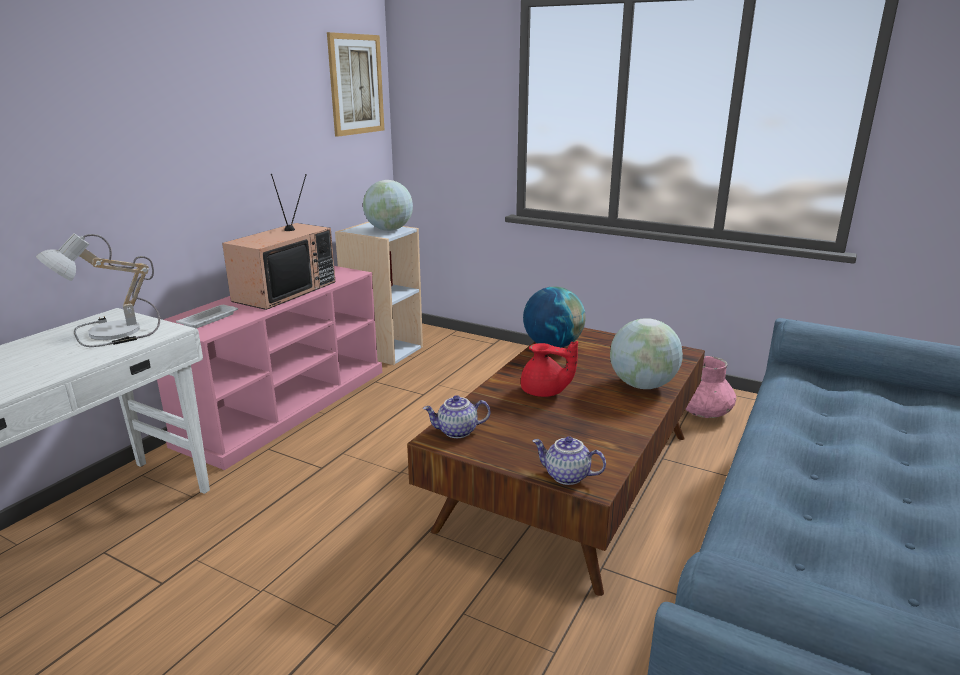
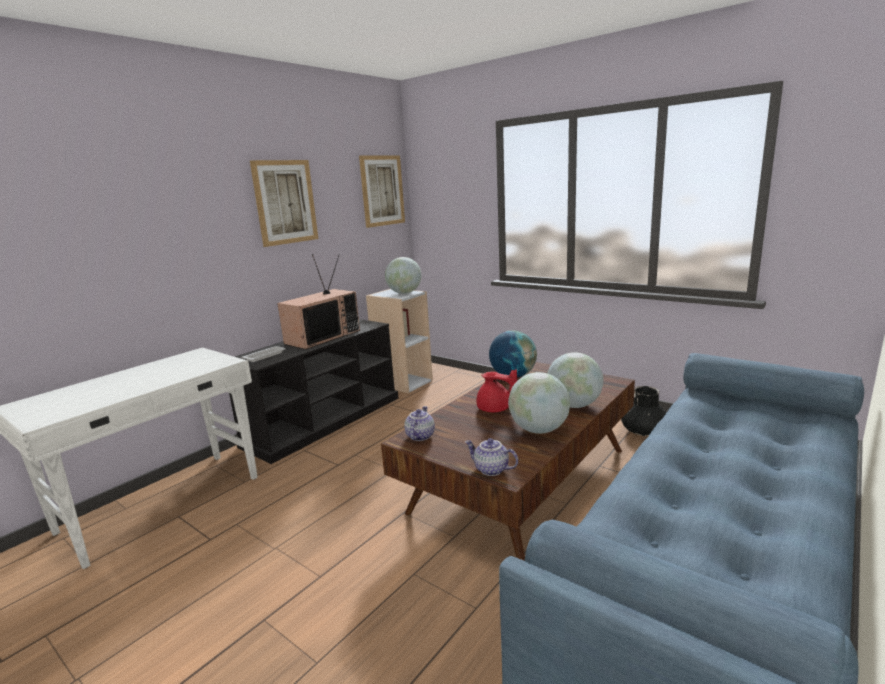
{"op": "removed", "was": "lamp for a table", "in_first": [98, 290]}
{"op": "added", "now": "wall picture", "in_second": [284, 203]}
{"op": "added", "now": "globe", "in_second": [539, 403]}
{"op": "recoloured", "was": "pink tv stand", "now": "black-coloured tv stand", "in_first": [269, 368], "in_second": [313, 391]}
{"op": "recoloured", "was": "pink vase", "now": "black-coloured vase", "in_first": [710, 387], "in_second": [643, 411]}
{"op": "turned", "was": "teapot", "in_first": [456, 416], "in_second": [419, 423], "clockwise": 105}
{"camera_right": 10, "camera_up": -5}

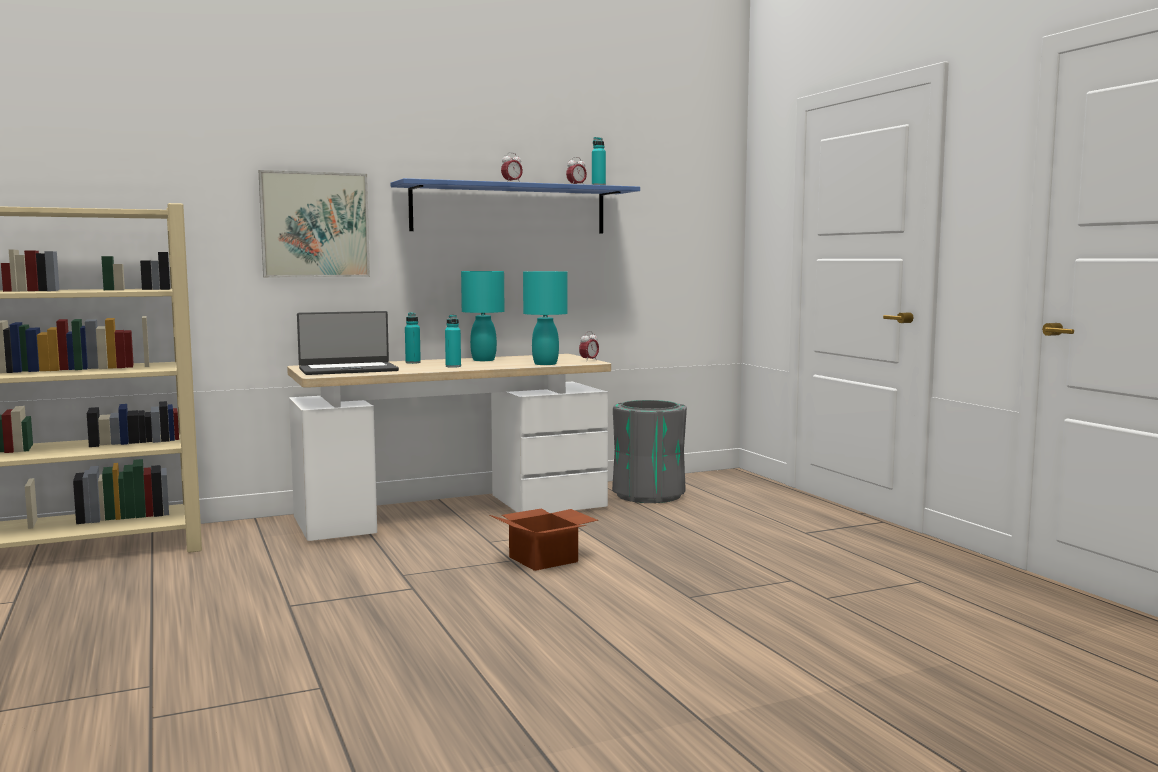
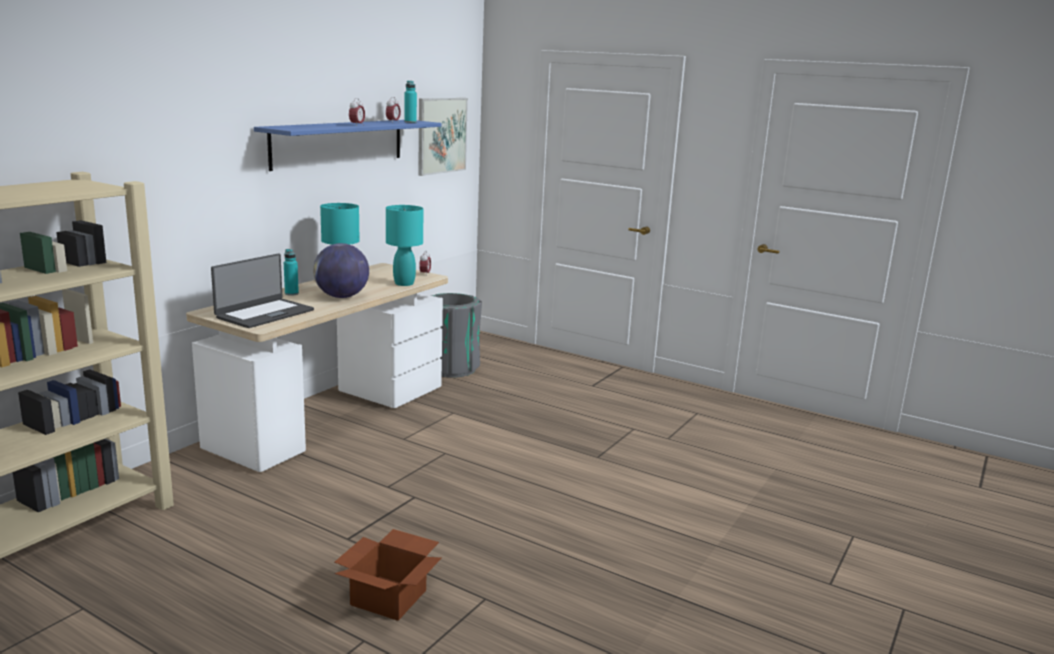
{"op": "moved", "was": "wall picture", "in_first": [314, 224], "in_second": [443, 137]}
{"op": "moved", "was": "carton", "in_first": [544, 539], "in_second": [388, 575]}
{"op": "replaced", "was": "blue-green beverage bottle", "now": "globe", "in_first": [453, 341], "in_second": [341, 270]}
{"camera_right": -35, "camera_up": 10}

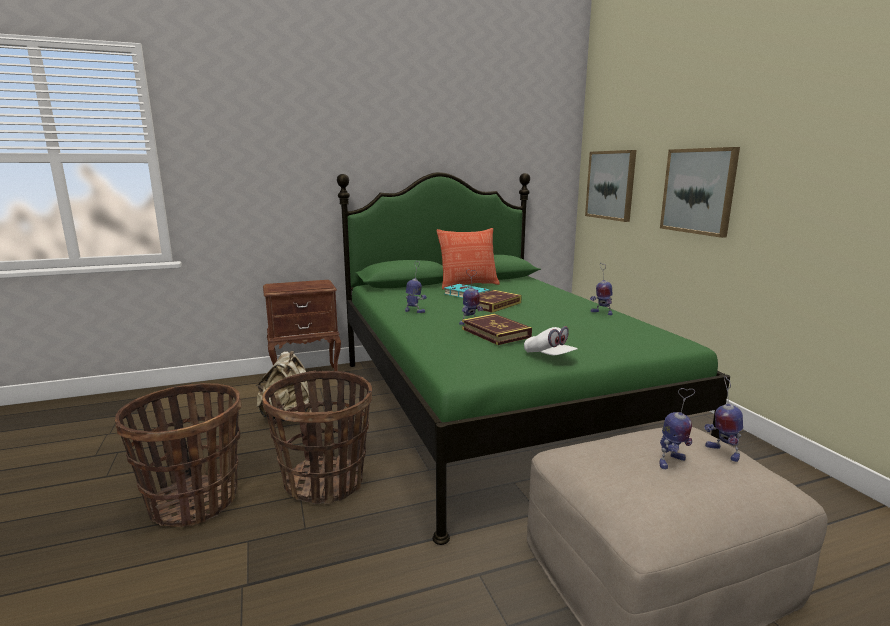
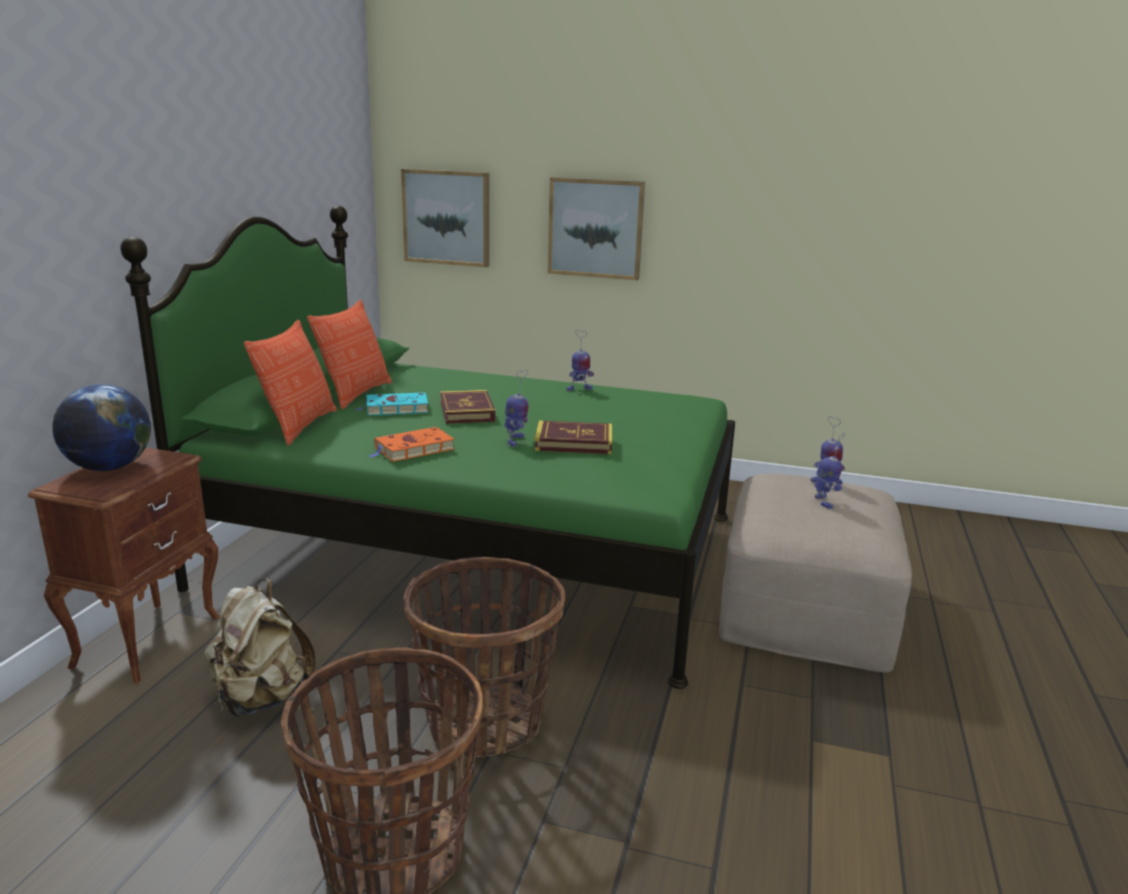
{"op": "removed", "was": "white-coloured baseball cap", "in_first": [551, 340]}
{"op": "added", "now": "globe", "in_second": [101, 427]}
{"op": "added", "now": "orange pillow", "in_second": [290, 382]}
{"op": "replaced", "was": "toy robot", "now": "orange volume", "in_first": [416, 287], "in_second": [411, 444]}
{"camera_right": -55, "camera_up": 5}

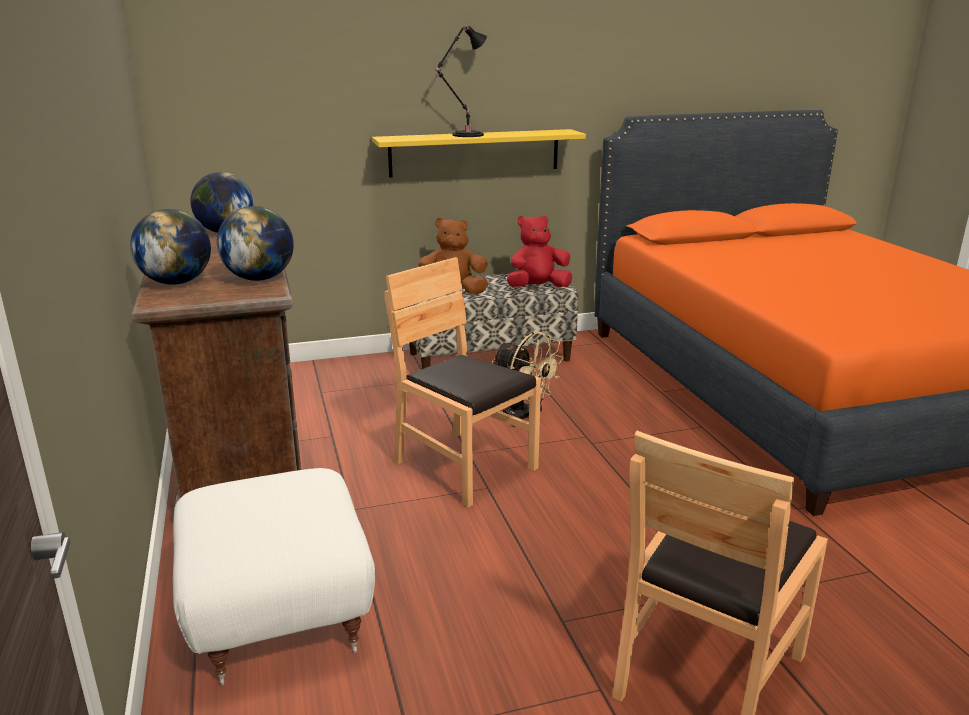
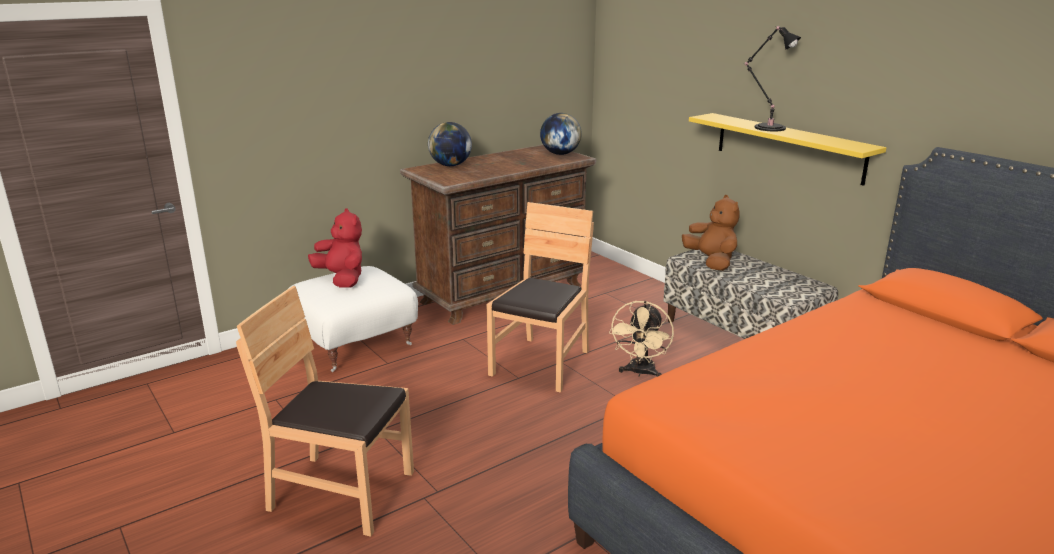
{"op": "removed", "was": "globe", "in_first": [255, 243]}
{"op": "moved", "was": "red-coloured cuddly toy", "in_first": [539, 251], "in_second": [335, 248]}
{"camera_right": 70, "camera_up": 0}

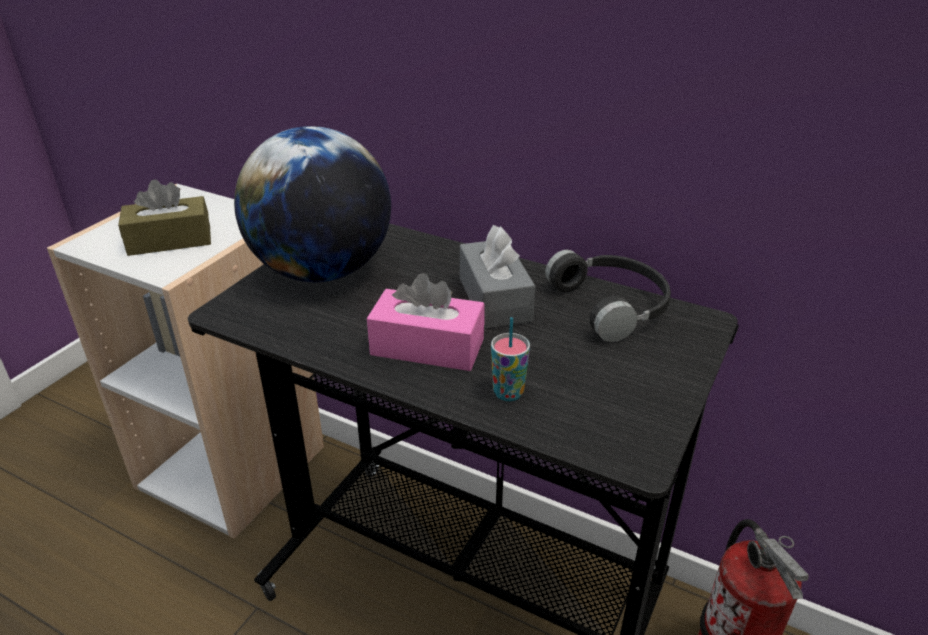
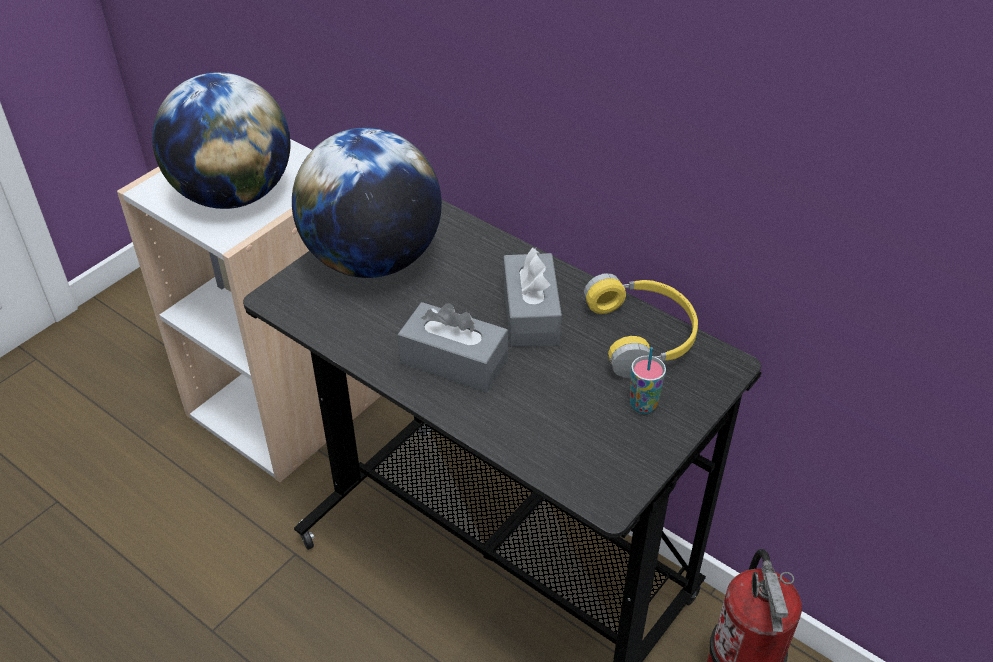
{"op": "moved", "was": "small cup", "in_first": [510, 359], "in_second": [648, 380]}
{"op": "replaced", "was": "brown-coloured tissue box", "now": "globe", "in_first": [164, 217], "in_second": [221, 140]}
{"op": "recoloured", "was": "pink tissue box", "now": "grey tissue box", "in_first": [425, 322], "in_second": [453, 347]}
{"op": "recoloured", "was": "black-coloured headset", "now": "yellow-coloured headset", "in_first": [608, 296], "in_second": [641, 325]}
{"camera_right": 10, "camera_up": 10}

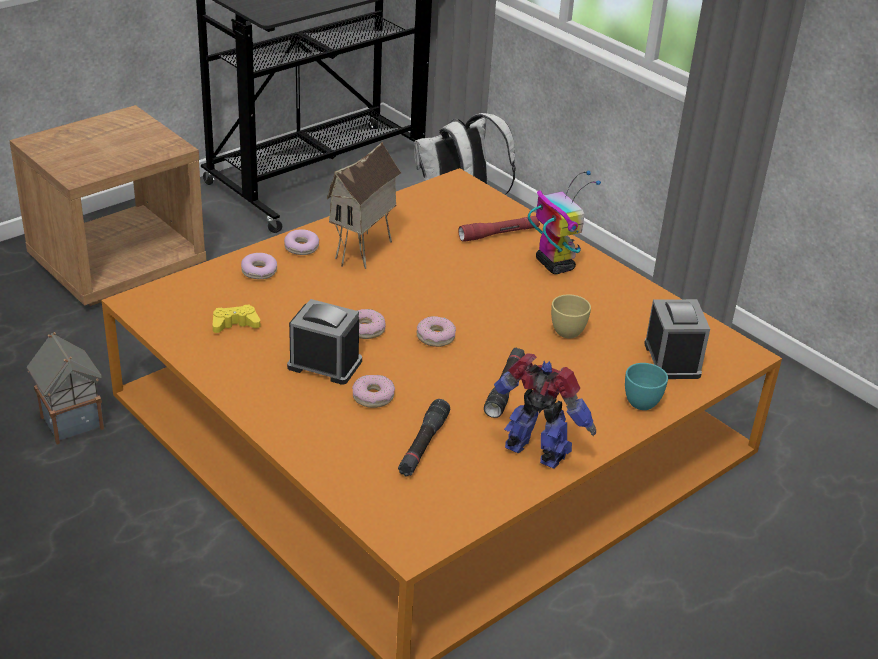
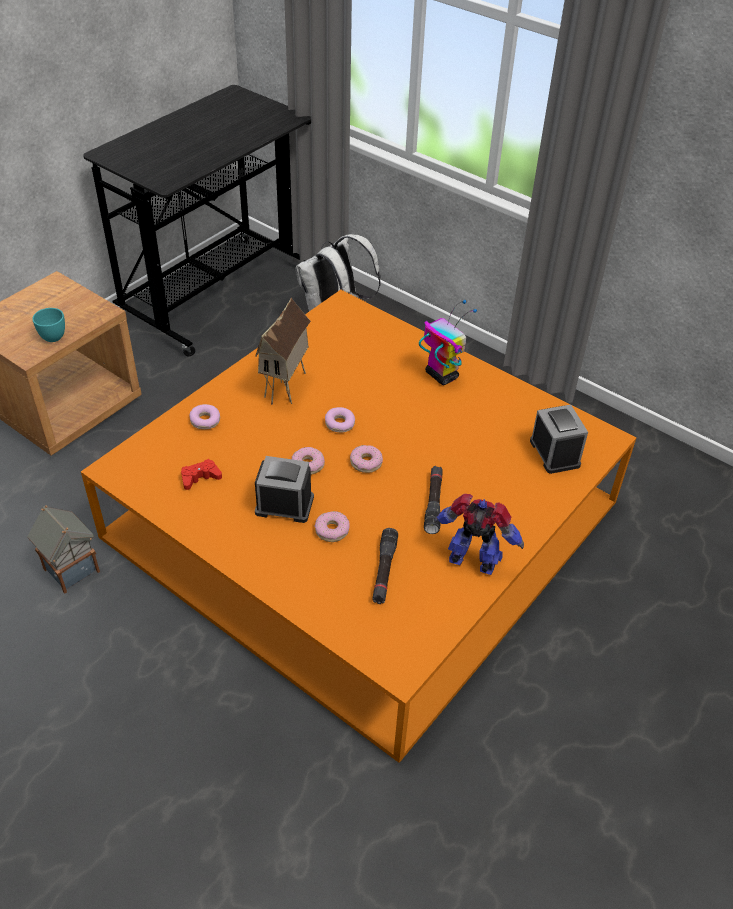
{"op": "removed", "was": "red-coloured torch", "in_first": [499, 229]}
{"op": "removed", "was": "yellow-coloured small cup", "in_first": [571, 316]}
{"op": "moved", "was": "donut", "in_first": [301, 242], "in_second": [340, 419]}
{"op": "moved", "was": "blue-green small cup", "in_first": [646, 386], "in_second": [48, 325]}
{"op": "recoloured", "was": "yellow-coloured joypad", "now": "red-coloured joypad", "in_first": [236, 318], "in_second": [201, 474]}
{"camera_right": -10, "camera_up": 10}

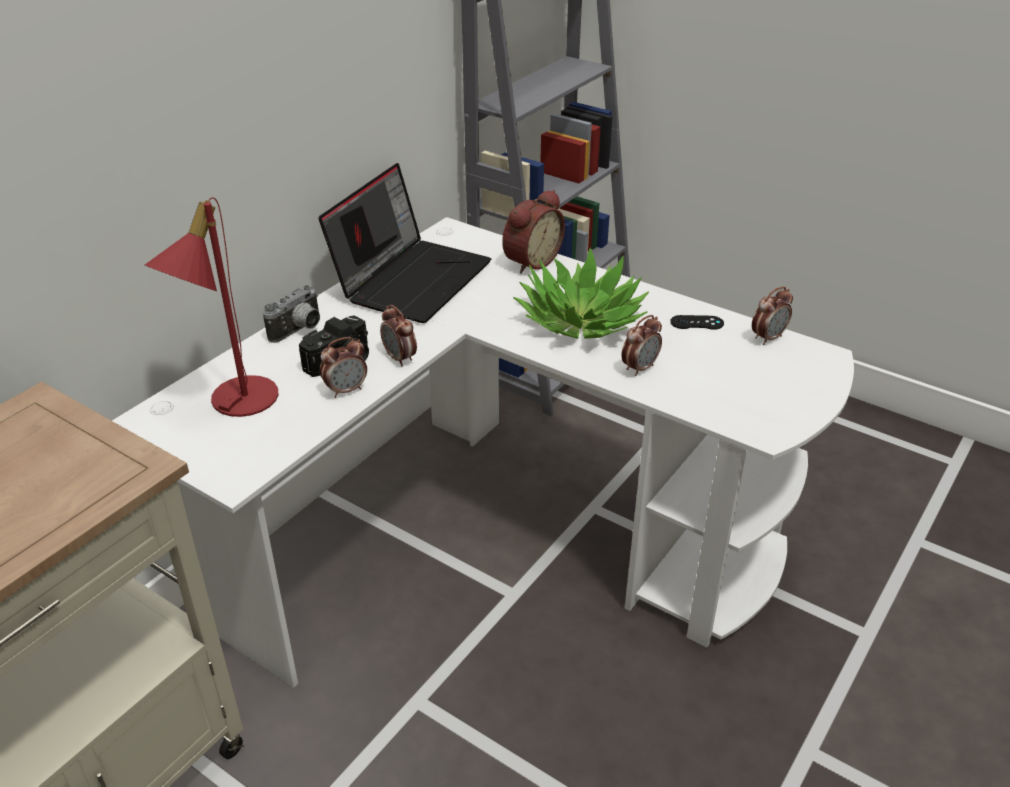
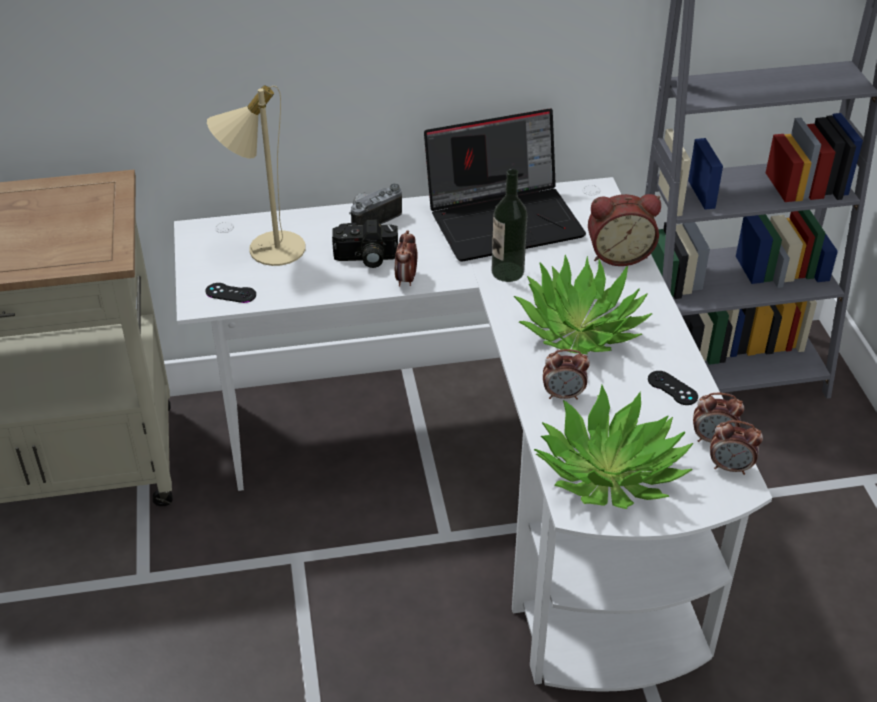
{"op": "added", "now": "black-coloured joypad", "in_second": [231, 293]}
{"op": "added", "now": "beverage bottle", "in_second": [509, 225]}
{"op": "added", "now": "potted plant", "in_second": [613, 447]}
{"op": "moved", "was": "bedside clock", "in_first": [343, 367], "in_second": [736, 447]}
{"op": "recoloured", "was": "red-coloured lamp for a table", "now": "beige lamp for a table", "in_first": [212, 307], "in_second": [256, 175]}
{"op": "turned", "was": "still camera", "in_first": [291, 314], "in_second": [375, 205], "clockwise": 150}
{"camera_right": 45, "camera_up": 5}

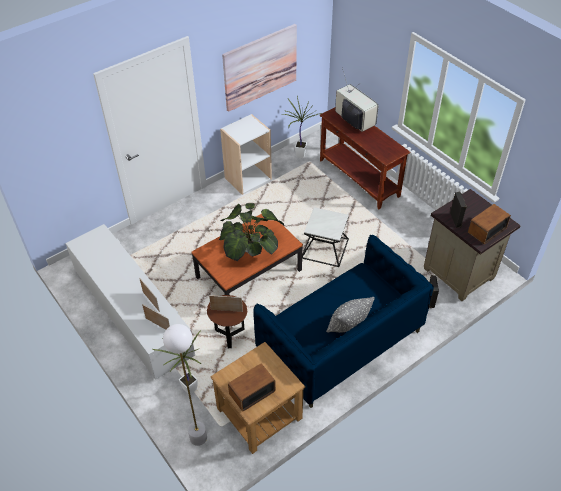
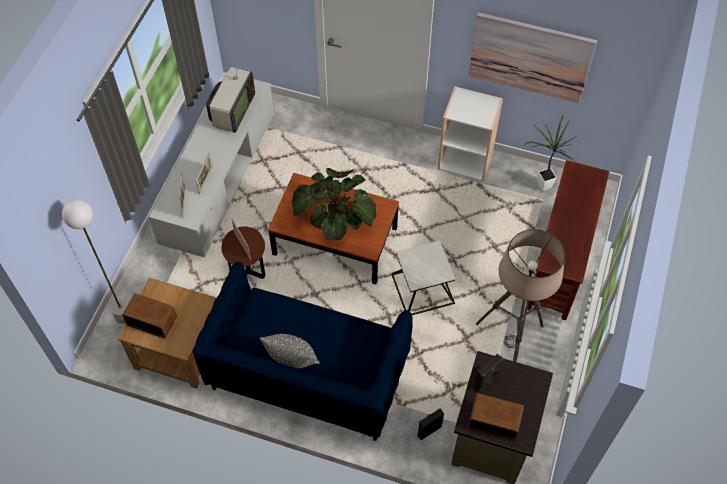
{"op": "removed", "was": "potted plant", "in_first": [176, 362]}
{"op": "added", "now": "standing lamp", "in_second": [520, 295]}
{"op": "moved", "was": "TV set", "in_first": [356, 102], "in_second": [230, 91]}
{"camera_right": 55, "camera_up": 10}

